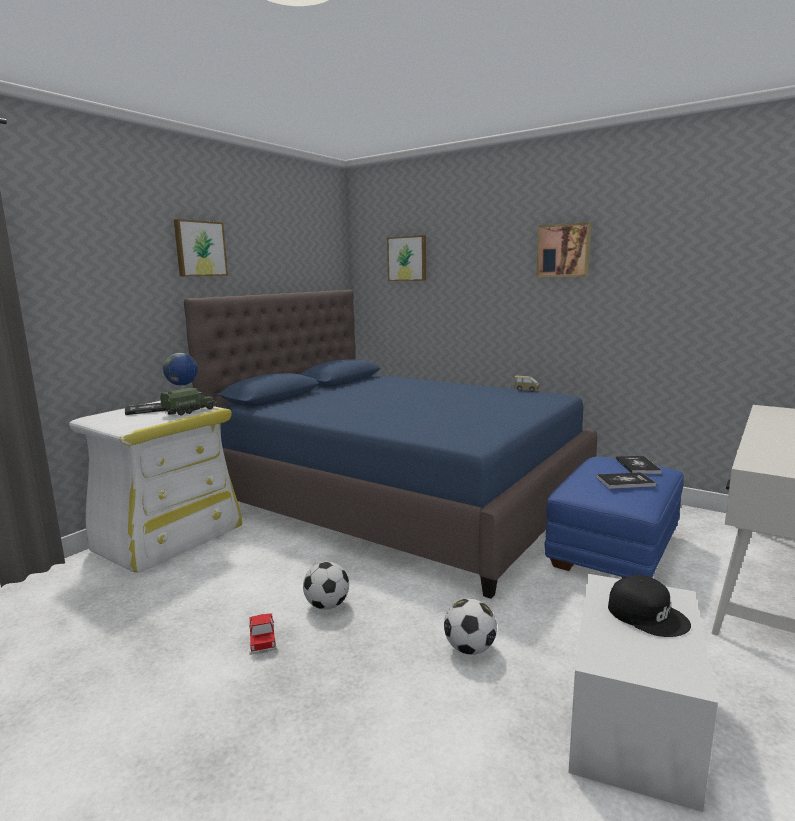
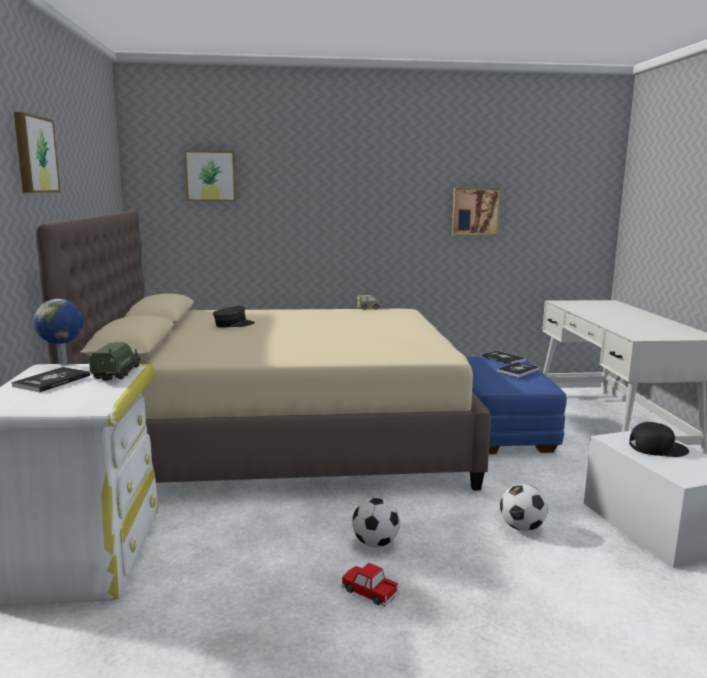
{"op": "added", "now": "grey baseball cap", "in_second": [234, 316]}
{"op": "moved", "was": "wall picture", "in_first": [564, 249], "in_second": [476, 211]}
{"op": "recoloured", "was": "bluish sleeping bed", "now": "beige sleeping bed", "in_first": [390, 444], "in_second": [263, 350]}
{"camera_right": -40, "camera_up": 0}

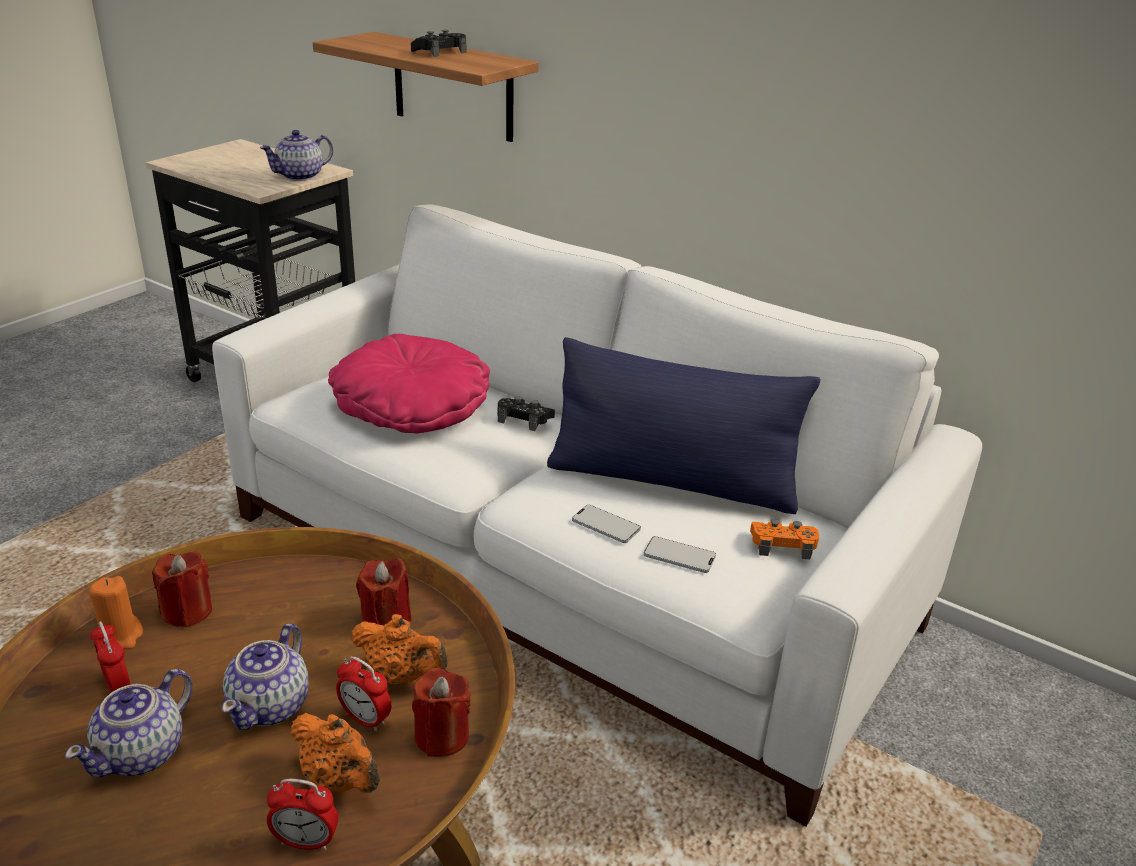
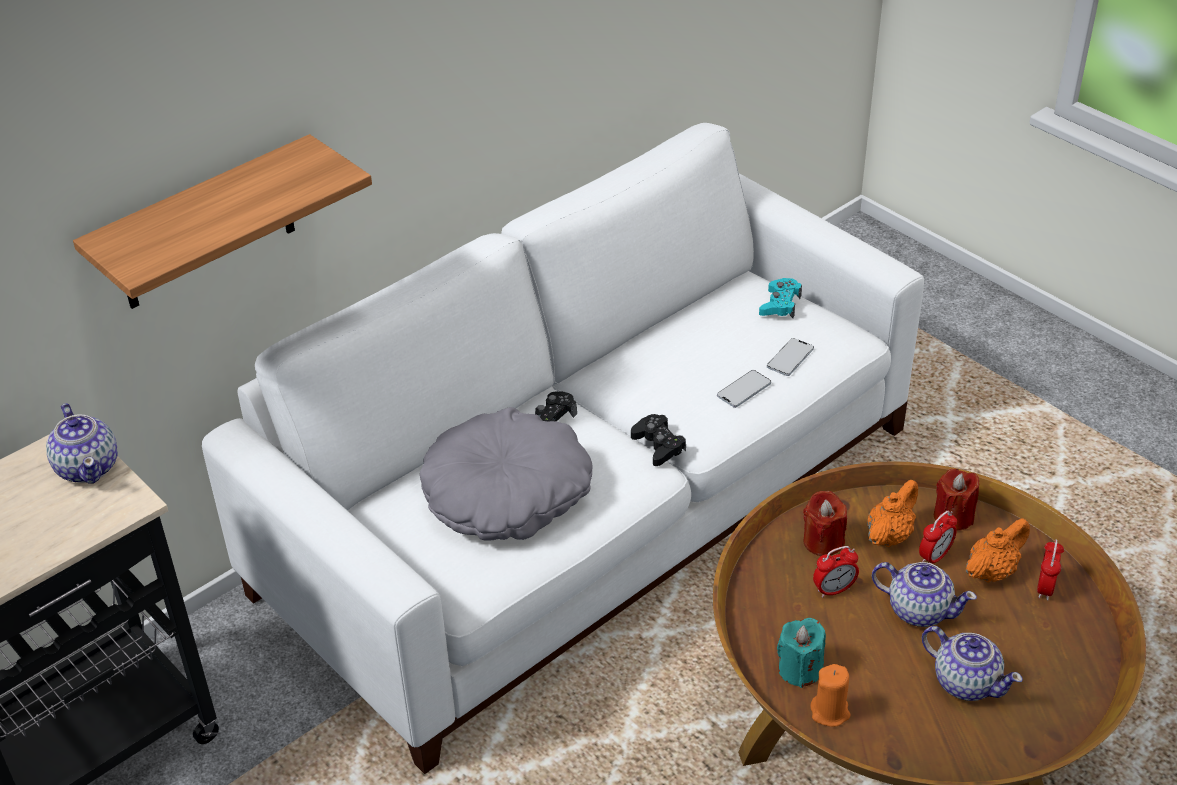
{"op": "removed", "was": "bluish pillow", "in_first": [683, 425]}
{"op": "moved", "was": "bedside clock", "in_first": [110, 657], "in_second": [836, 572]}
{"op": "moved", "was": "black-coloured joypad", "in_first": [438, 43], "in_second": [658, 440]}
{"op": "recoloured", "was": "red-coloured wax candle", "now": "blue-green wax candle", "in_first": [182, 589], "in_second": [801, 653]}
{"op": "recoloured", "was": "pink pillow", "now": "grey pillow", "in_first": [409, 383], "in_second": [506, 474]}
{"op": "recoloured", "was": "orange joypad", "now": "blue-green joypad", "in_first": [784, 539], "in_second": [780, 298]}
{"camera_right": -75, "camera_up": 10}

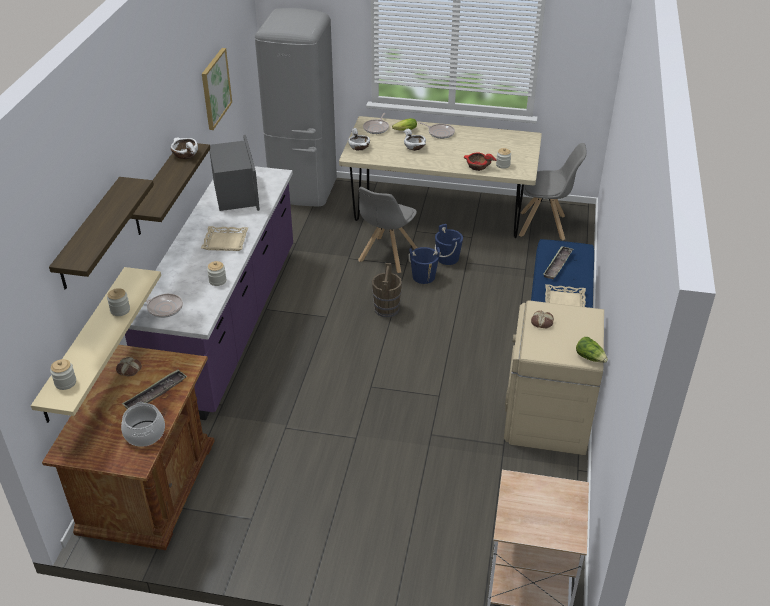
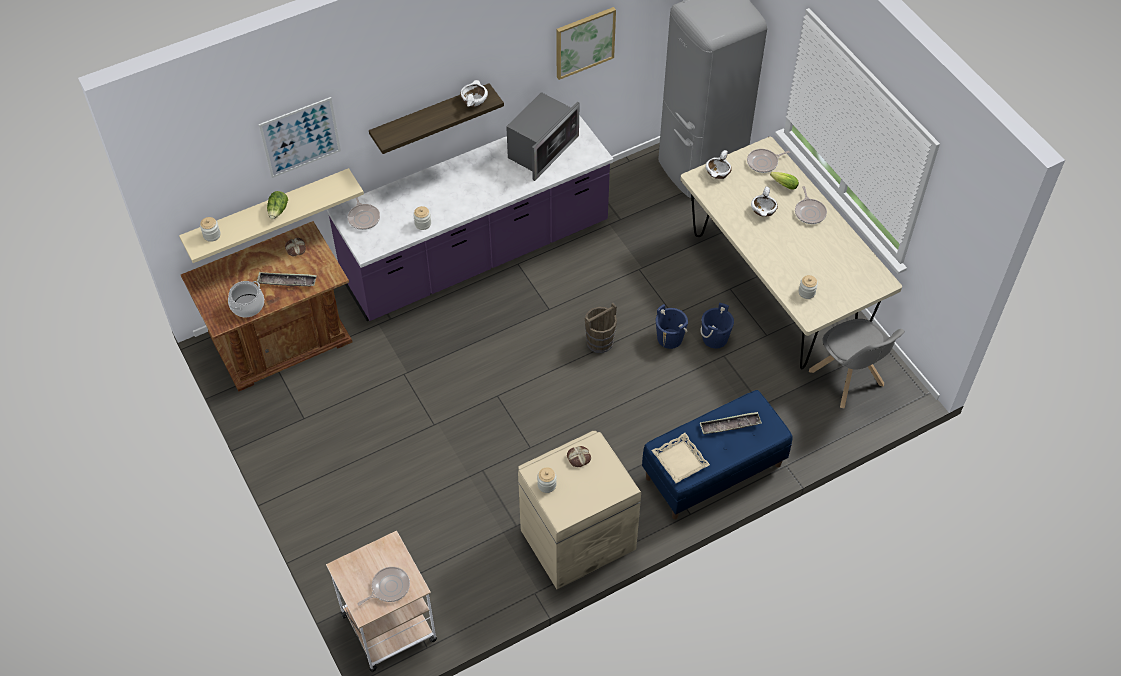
{"op": "removed", "was": "beige carrying tray", "in_first": [224, 238]}
{"op": "removed", "was": "grey plain chair", "in_first": [387, 230]}
{"op": "removed", "was": "red-coloured deep dish", "in_first": [480, 161]}
{"op": "added", "now": "pan", "in_second": [384, 586]}
{"op": "moved", "was": "preserve jar", "in_first": [118, 302], "in_second": [547, 480]}
{"op": "moved", "was": "lettuce head", "in_first": [592, 350], "in_second": [277, 205]}
{"op": "replaced", "was": "wall shelf", "now": "wall picture", "in_first": [101, 233], "in_second": [300, 137]}
{"camera_right": 50, "camera_up": 15}

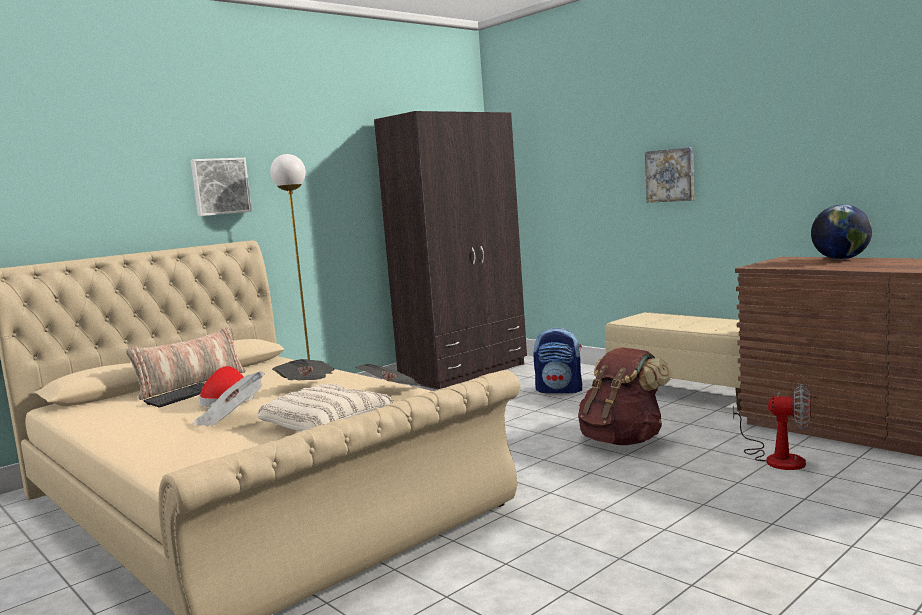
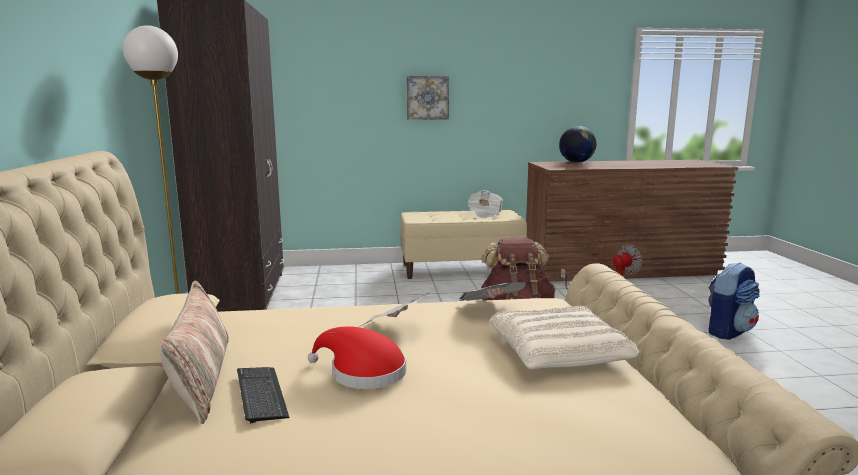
{"op": "removed", "was": "wall picture", "in_first": [221, 187]}
{"op": "moved", "was": "daily paper", "in_first": [229, 398], "in_second": [485, 204]}
{"op": "moved", "was": "knapsack", "in_first": [557, 360], "in_second": [734, 301]}
{"camera_right": -55, "camera_up": 5}

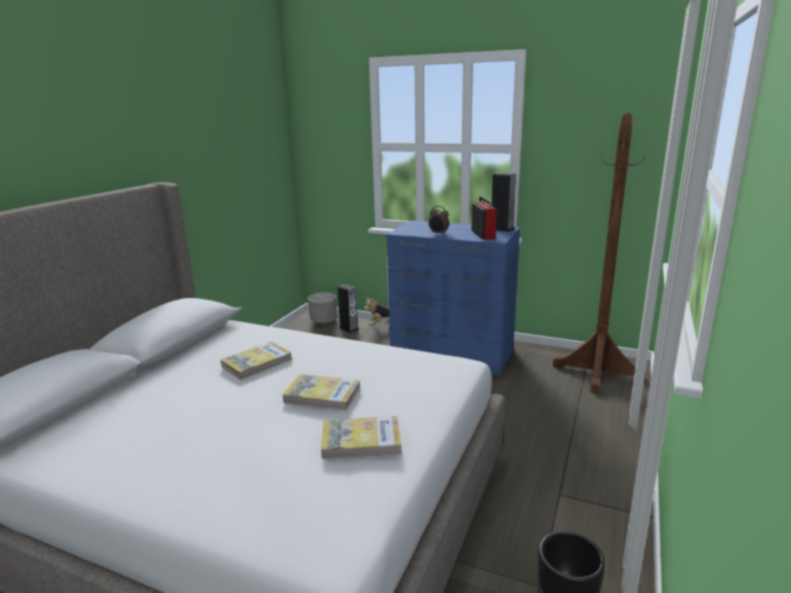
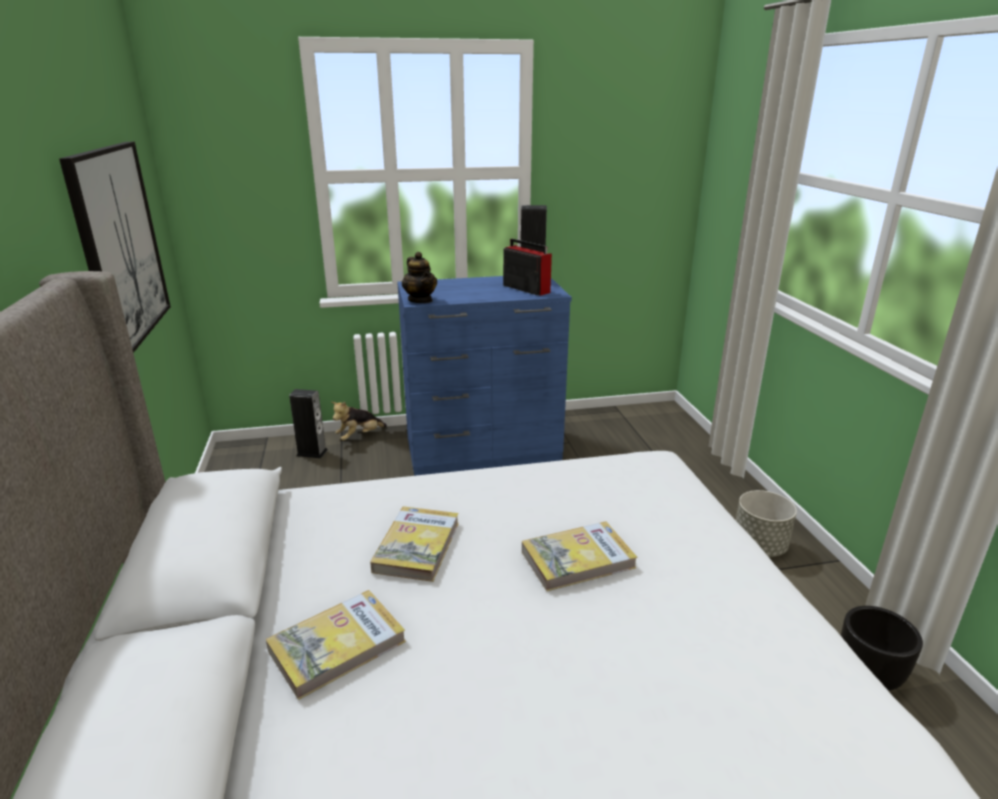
{"op": "removed", "was": "bedside clock", "in_first": [438, 220]}
{"op": "removed", "was": "brown-coloured garment stand", "in_first": [599, 253]}
{"op": "added", "now": "wall picture", "in_second": [115, 247]}
{"op": "added", "now": "teapot", "in_second": [419, 277]}
{"op": "moved", "was": "grey planter", "in_first": [322, 308], "in_second": [766, 523]}
{"op": "moved", "was": "volume", "in_first": [361, 437], "in_second": [336, 645]}
{"camera_right": -35, "camera_up": 5}

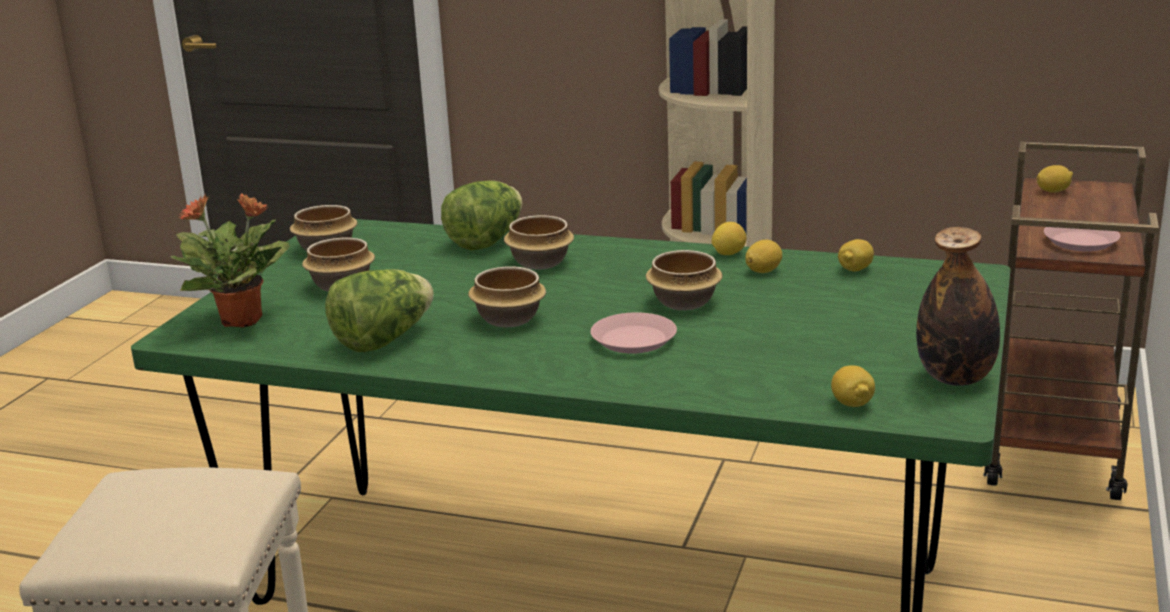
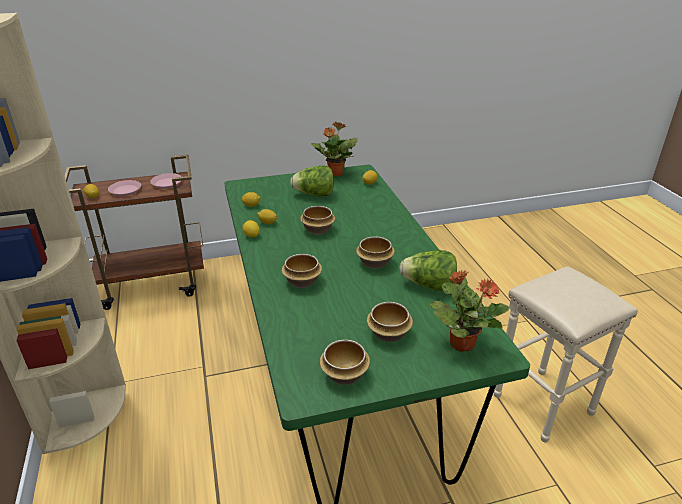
{"op": "moved", "was": "lettuce head", "in_first": [482, 215], "in_second": [312, 181]}
{"op": "moved", "was": "pink flat dish", "in_first": [634, 333], "in_second": [124, 188]}
{"op": "replaced", "was": "beverage bottle", "now": "potted plant", "in_first": [958, 306], "in_second": [334, 148]}
{"camera_right": -125, "camera_up": 10}

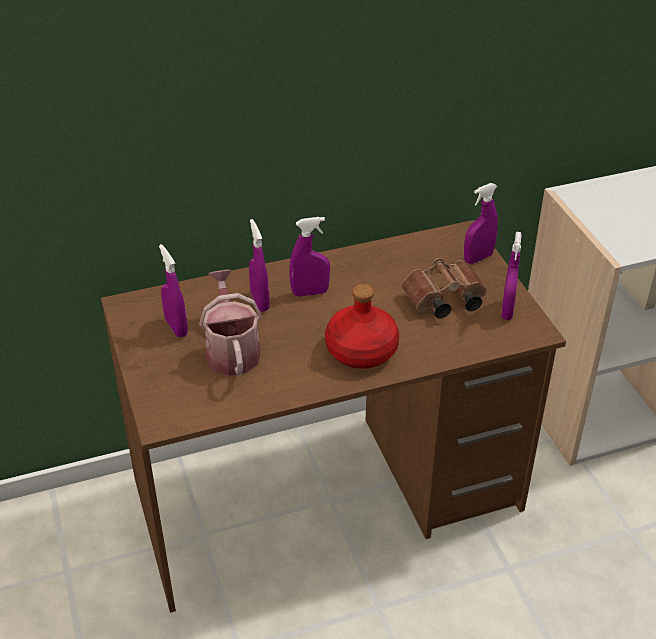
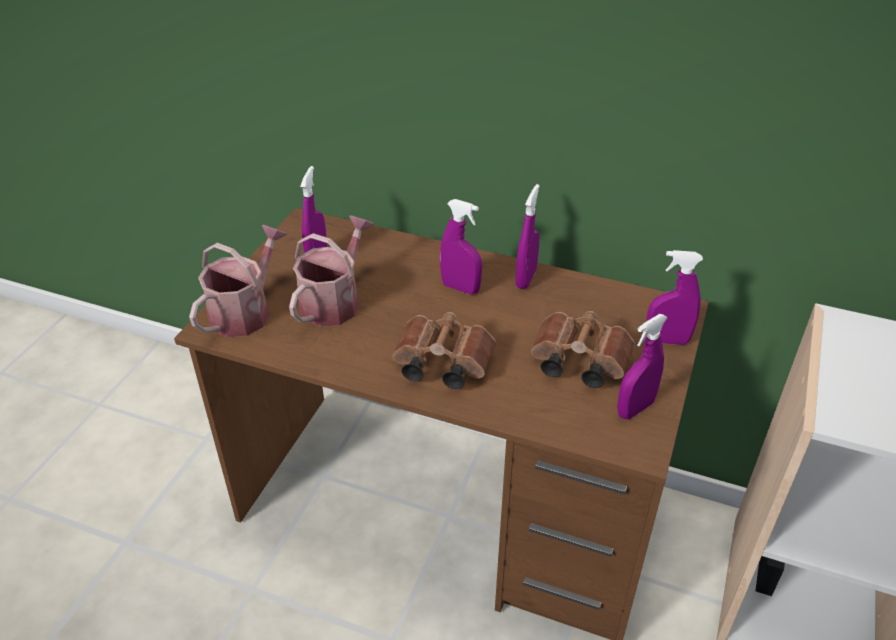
{"op": "added", "now": "watering pot", "in_second": [238, 281]}
{"op": "moved", "was": "purplish sprayer", "in_first": [259, 265], "in_second": [527, 236]}
{"op": "replaced", "was": "red-coloured beverage bottle", "now": "brown-coloured pair of binoculars", "in_first": [362, 326], "in_second": [444, 350]}
{"camera_right": 40, "camera_up": 0}

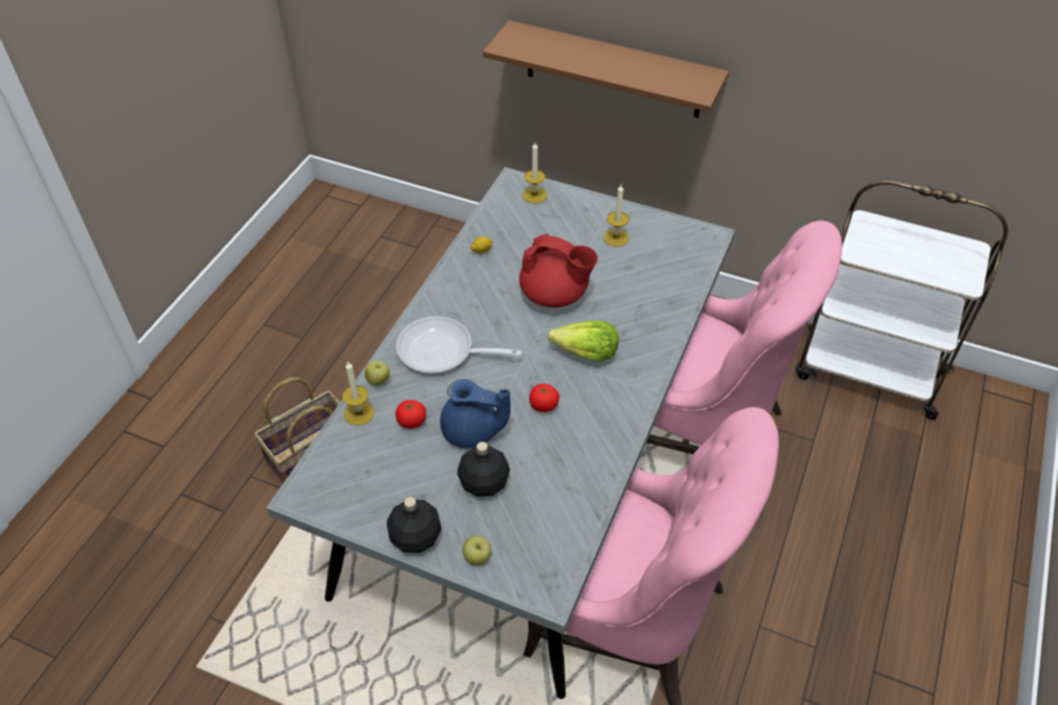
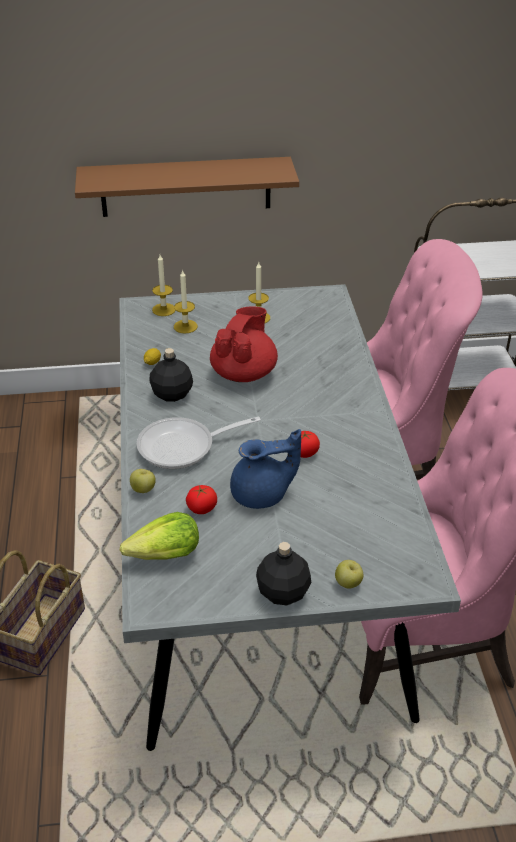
{"op": "moved", "was": "wax candle", "in_first": [358, 393], "in_second": [186, 302]}
{"op": "moved", "was": "black-coloured beverage bottle", "in_first": [483, 469], "in_second": [171, 375]}
{"op": "moved", "was": "lettuce head", "in_first": [583, 341], "in_second": [159, 536]}
{"op": "turned", "was": "red-coloured teapot", "in_first": [558, 271], "in_second": [244, 344], "clockwise": -60}
{"camera_right": -30, "camera_up": -10}

